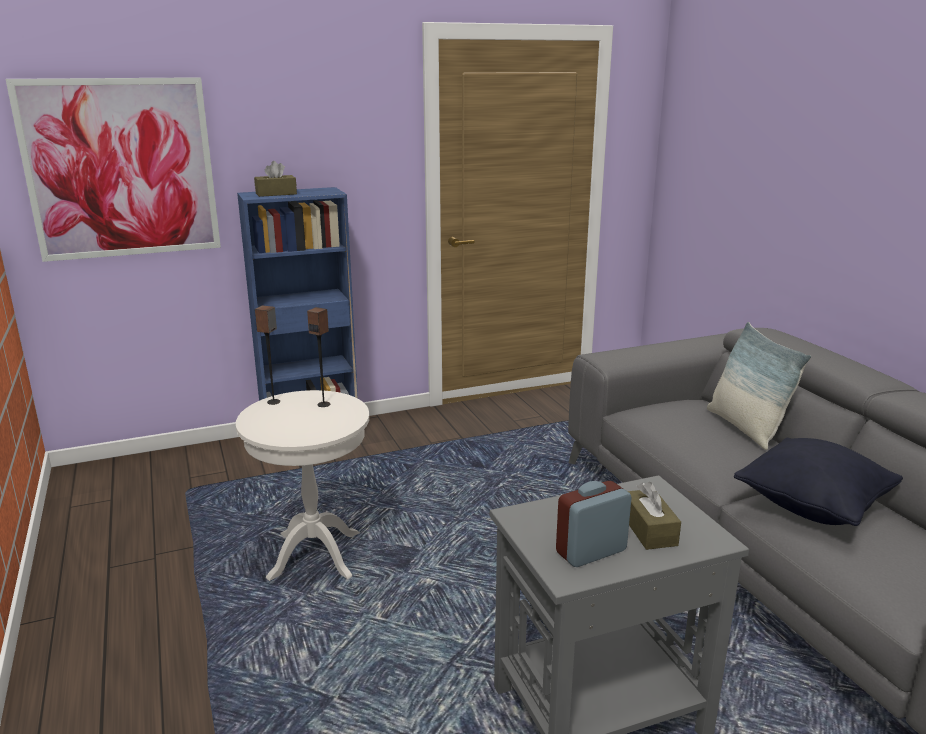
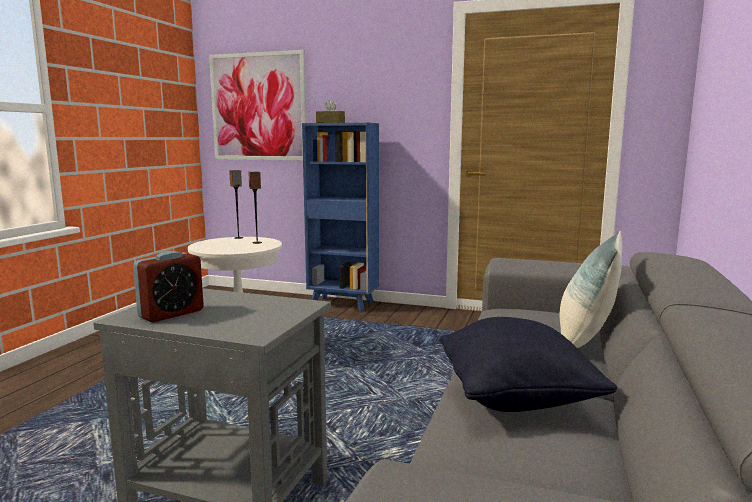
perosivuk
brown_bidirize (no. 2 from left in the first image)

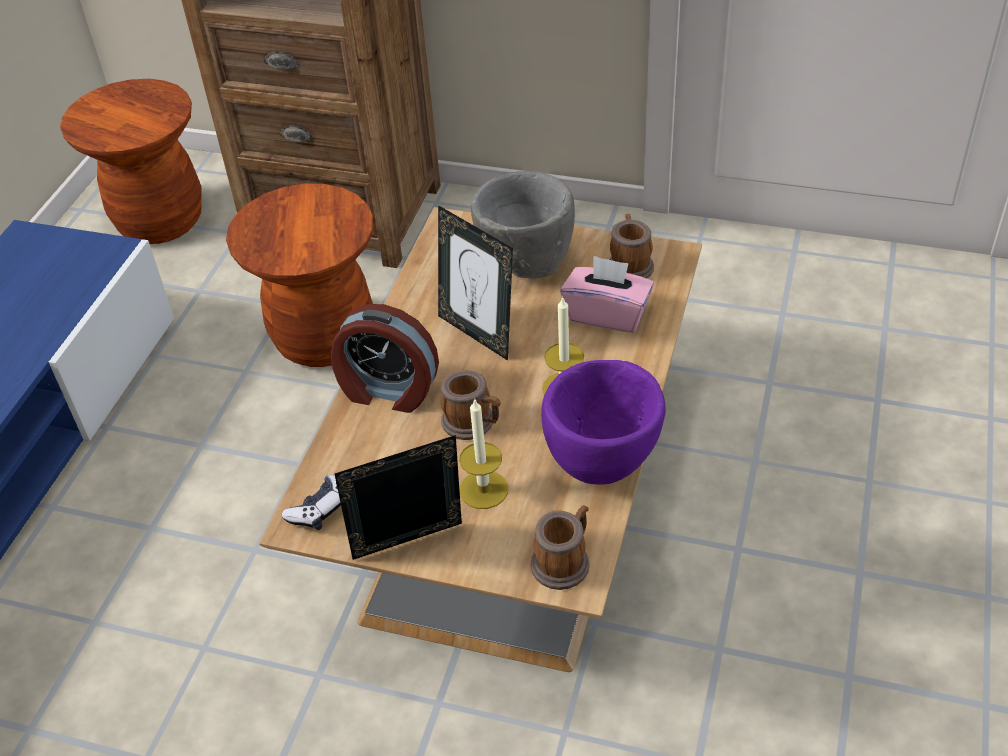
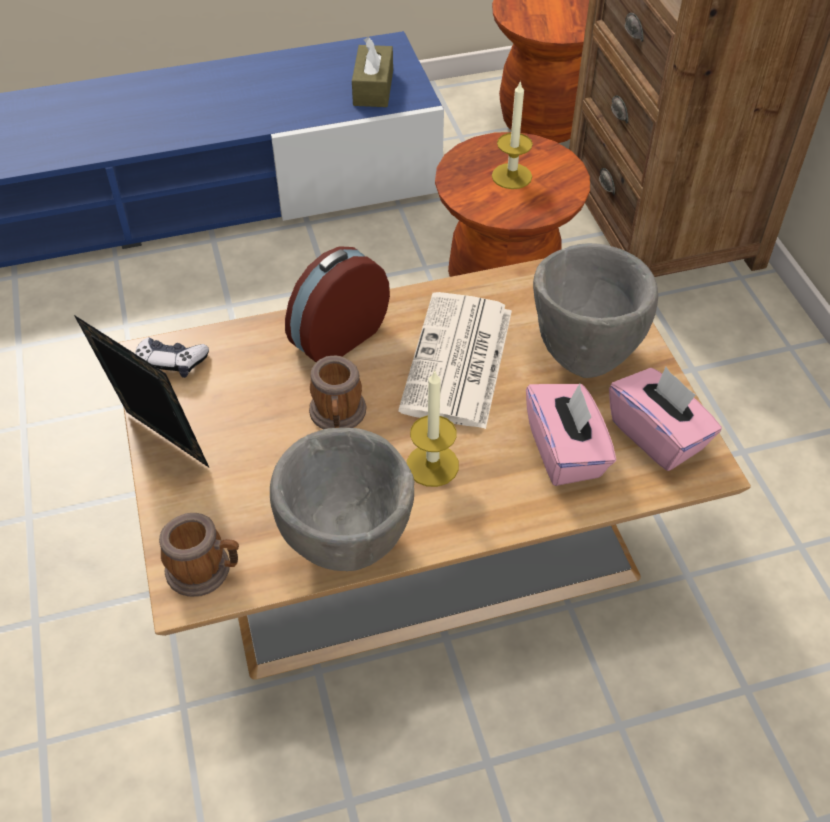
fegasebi
pink_bidirize (no. 2 from left)
perosivuk
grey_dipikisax (no. 1 from left)
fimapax (no. 2 from left)
brown_bidirize

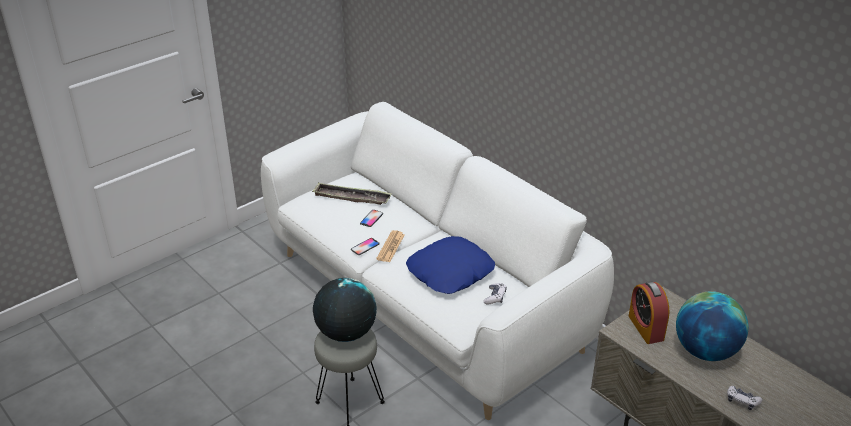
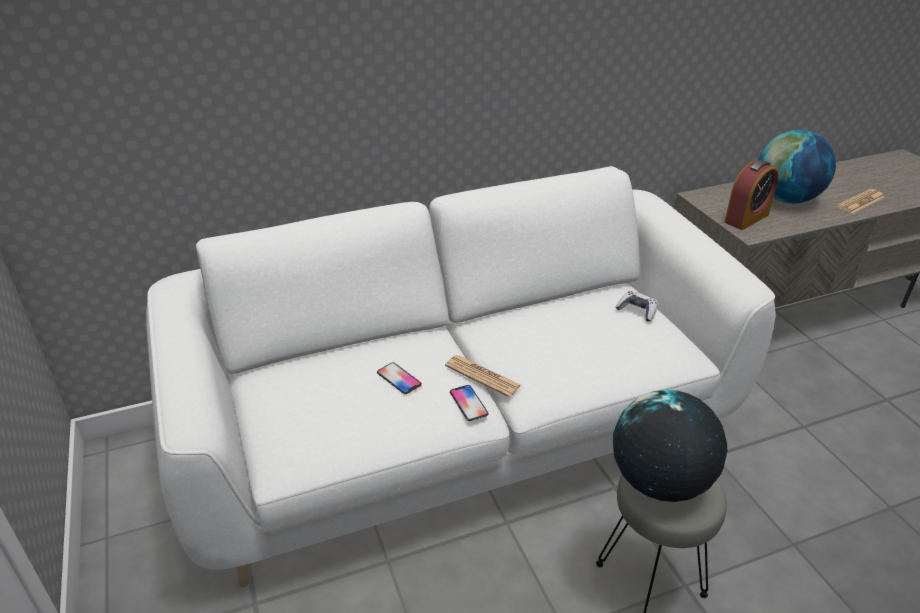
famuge
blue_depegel
perosivuk
fegasebi (no. 2 from left)

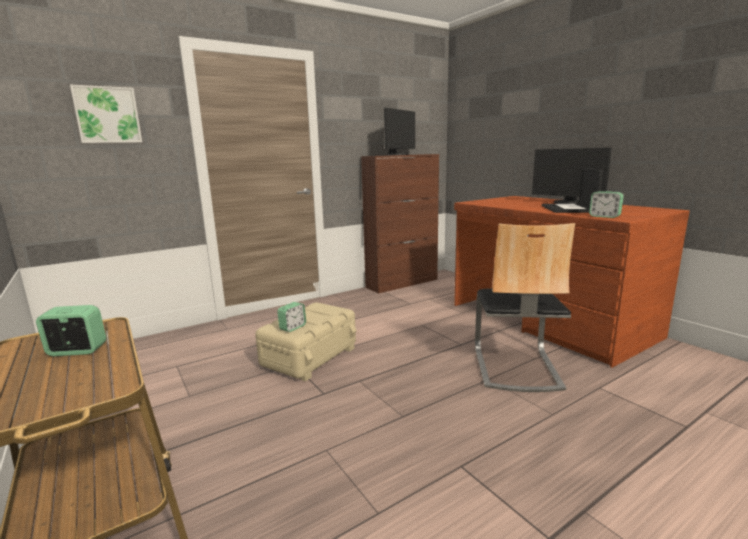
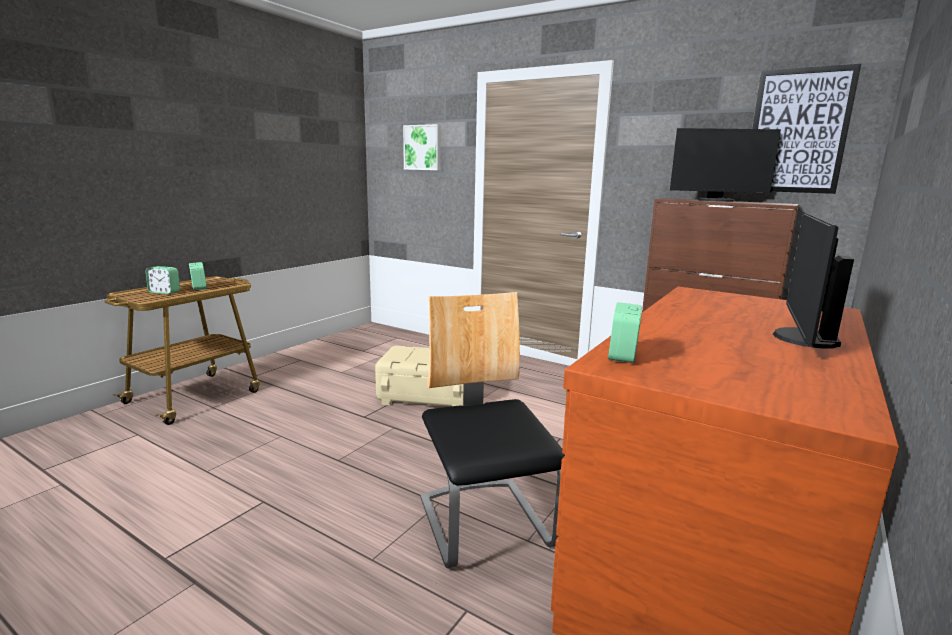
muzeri
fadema
perosivuk (no. 1 from left)
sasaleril (no. 2 from left)

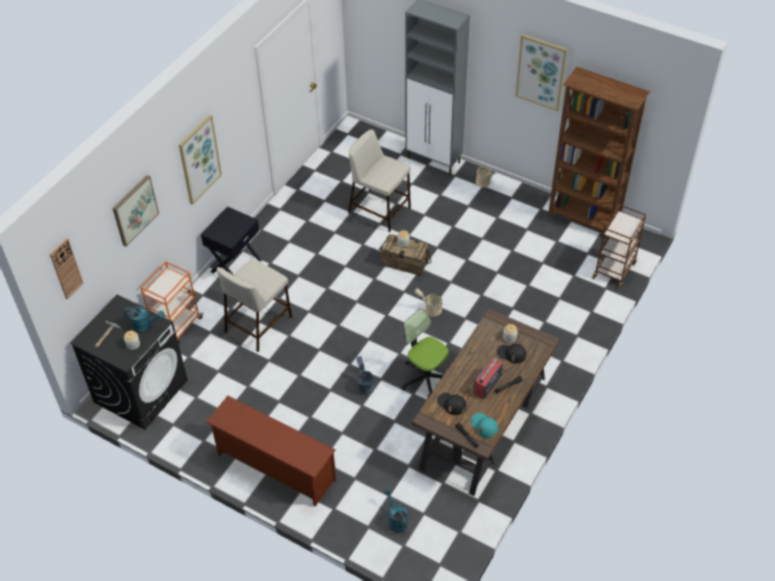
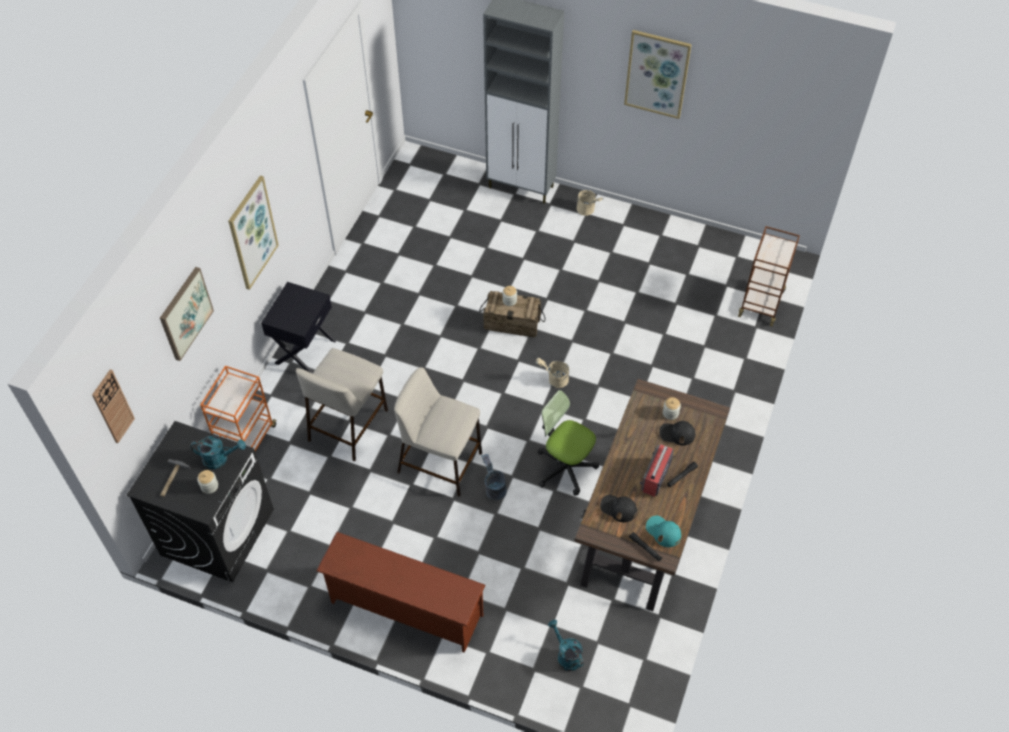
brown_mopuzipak
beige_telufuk (no. 2 from left)

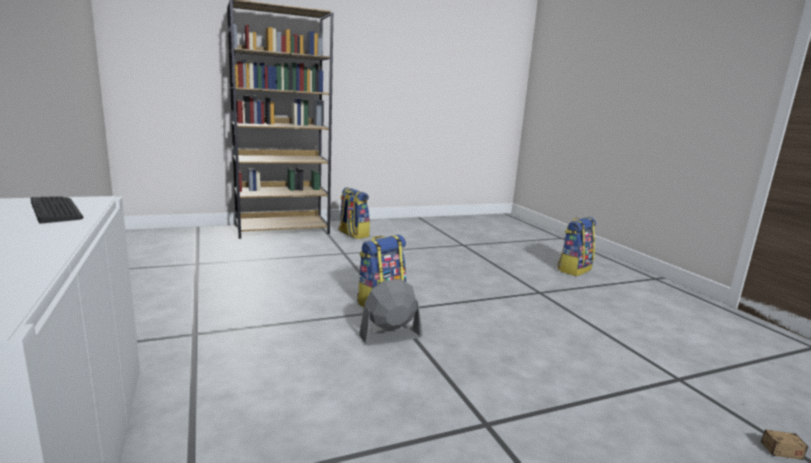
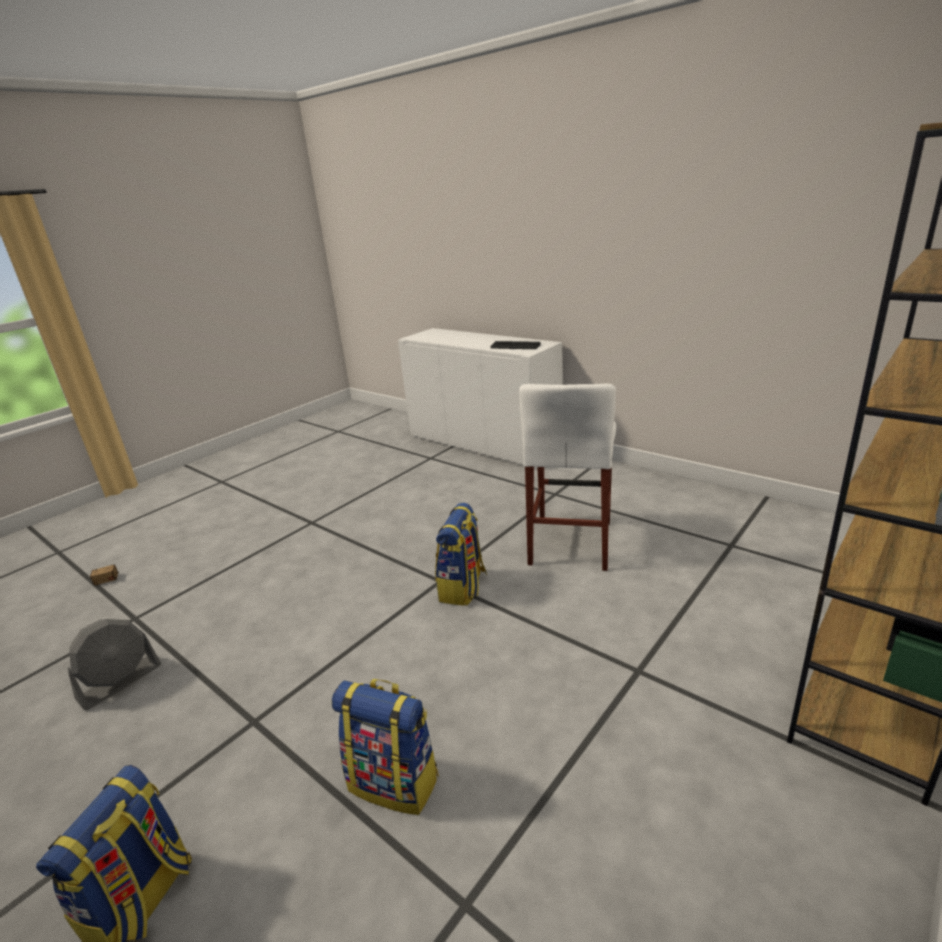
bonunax (no. 2 from left)
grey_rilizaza
white_telufuk

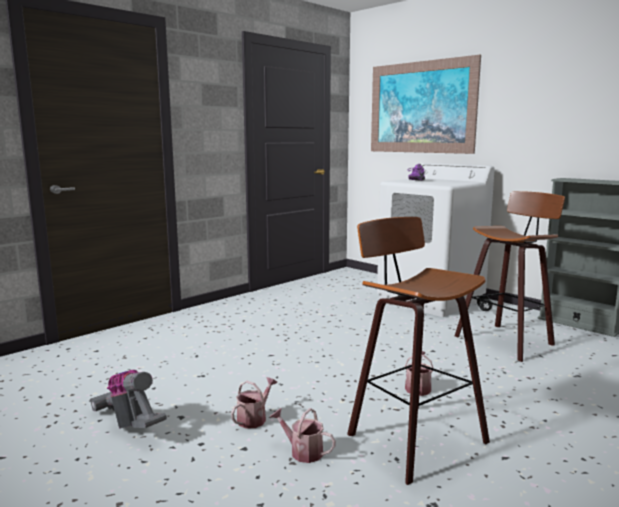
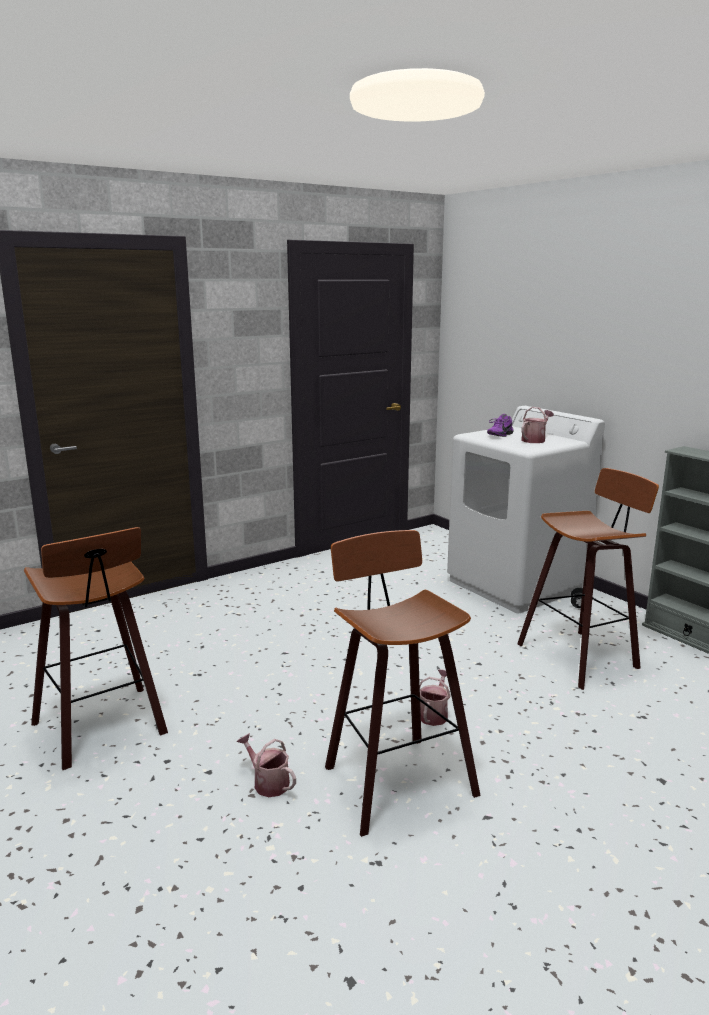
sasaleril
telufuk (no. 1 from left)
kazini (no. 3 from left)

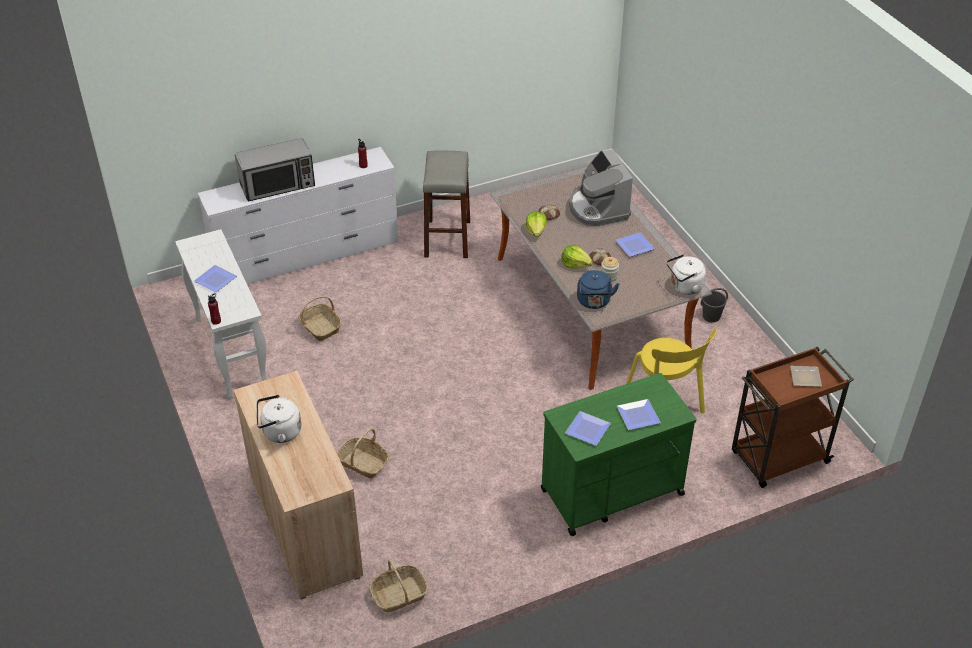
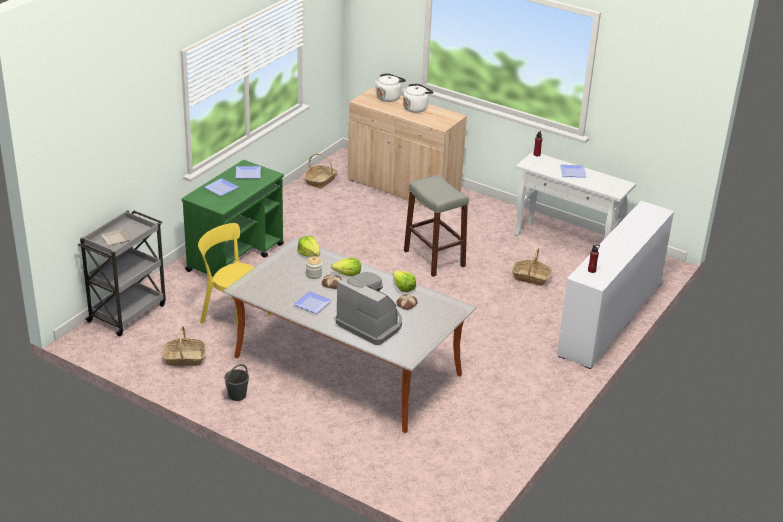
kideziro
grey_telufuk
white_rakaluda (no. 1 from left)
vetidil (no. 1 from left)
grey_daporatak
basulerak (no. 1 from left)

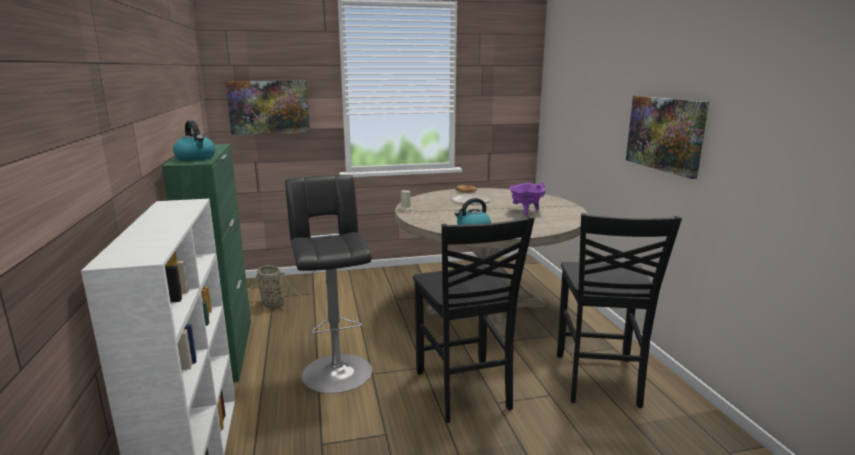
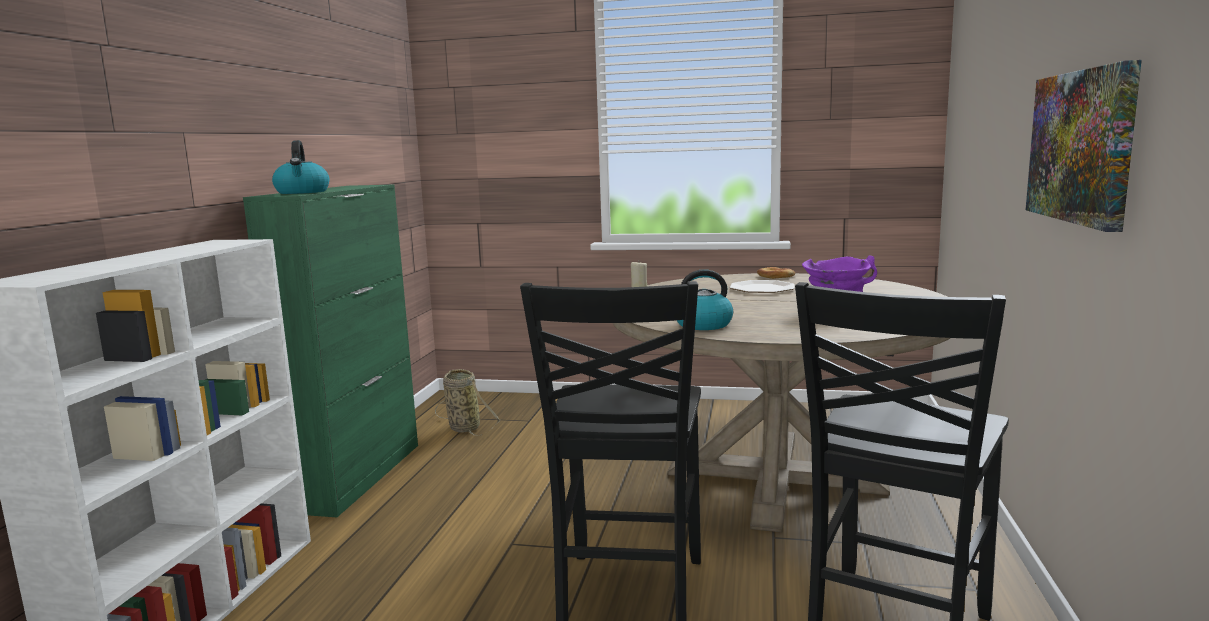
sasaleril (no. 1 from left in the first image)
black_telufuk

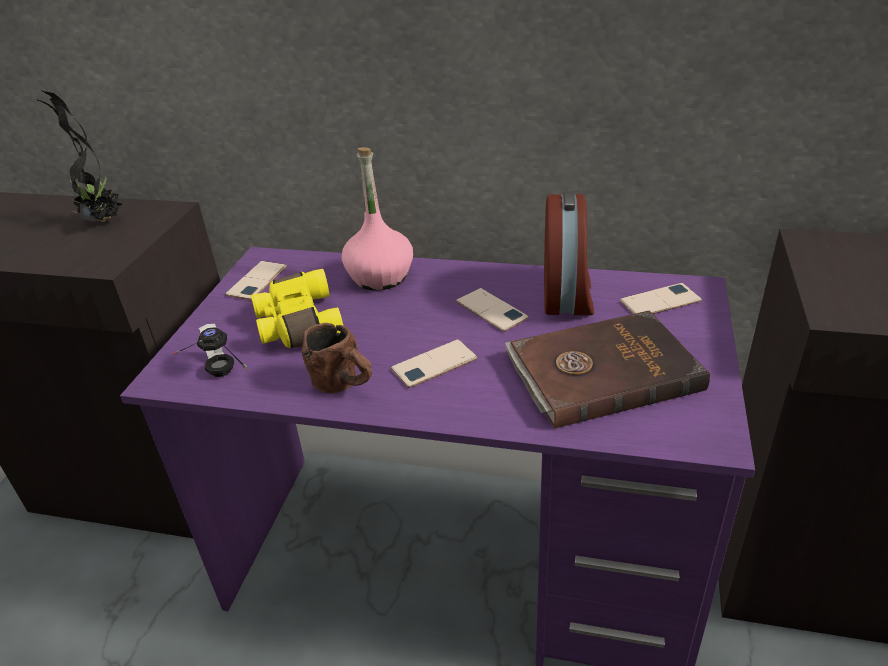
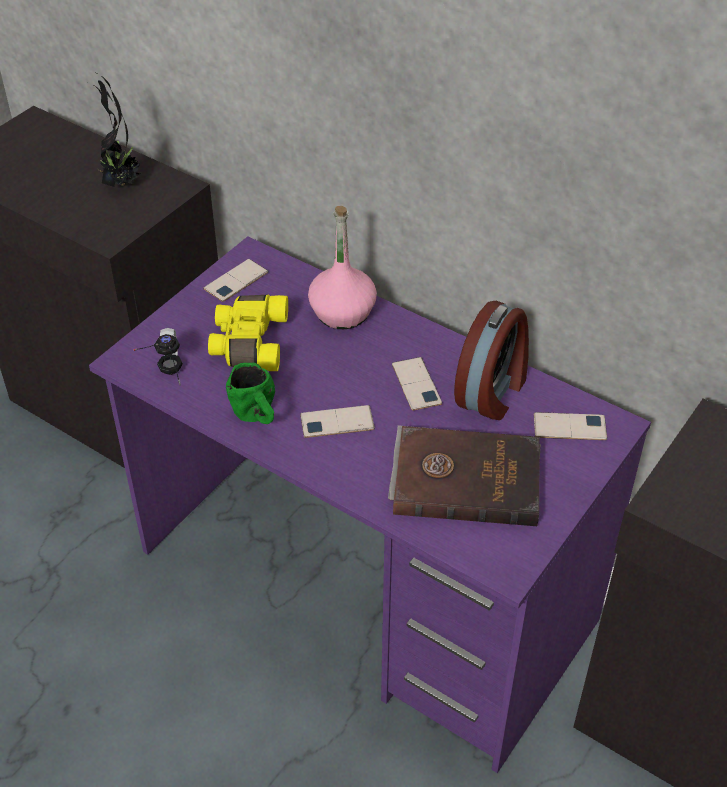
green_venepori

